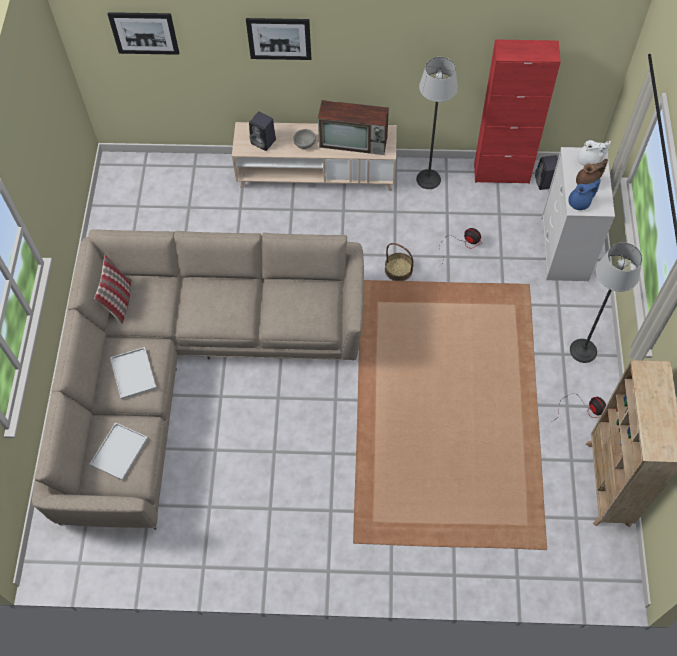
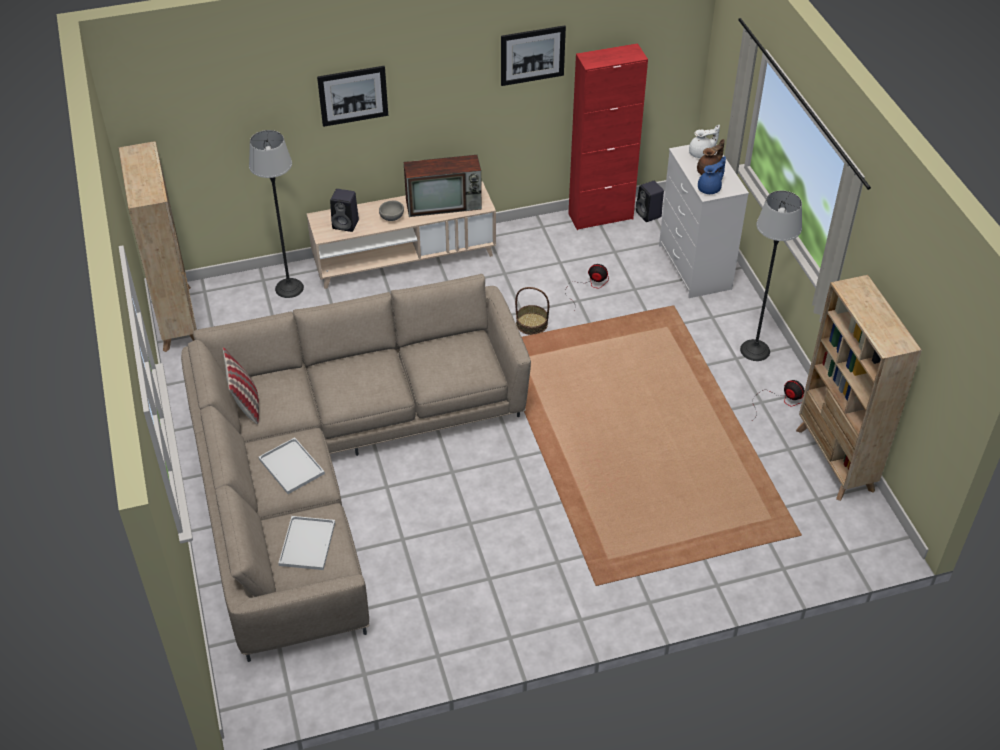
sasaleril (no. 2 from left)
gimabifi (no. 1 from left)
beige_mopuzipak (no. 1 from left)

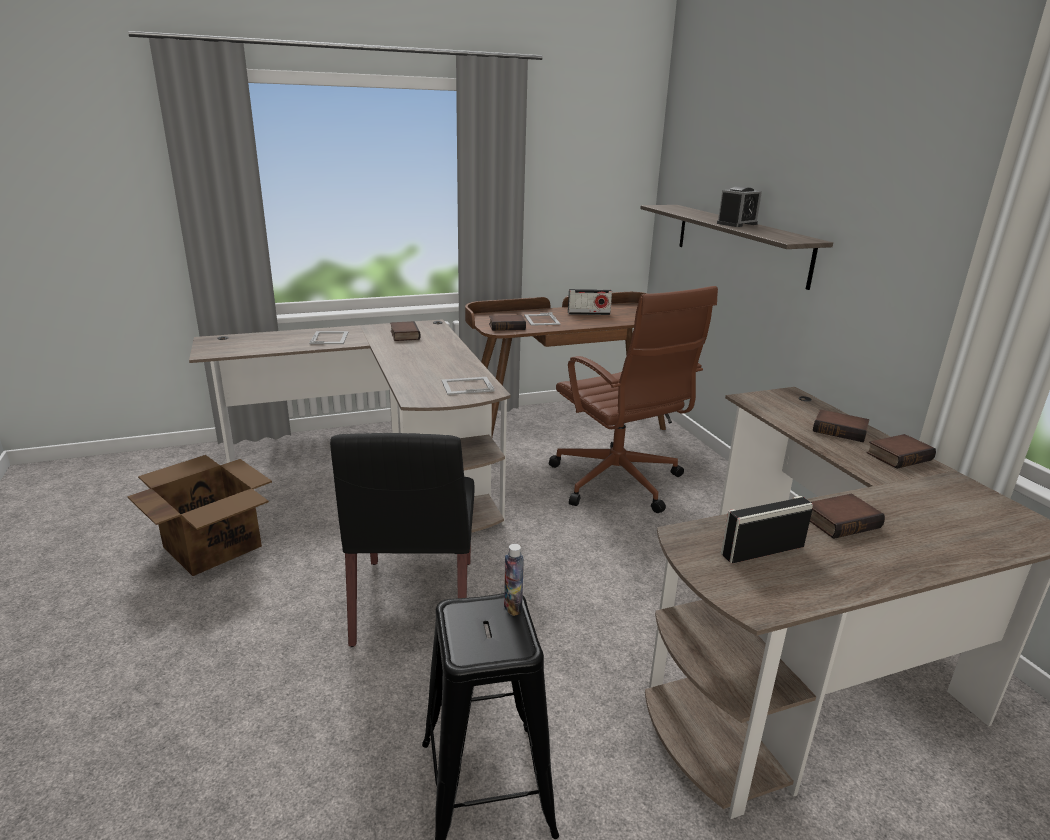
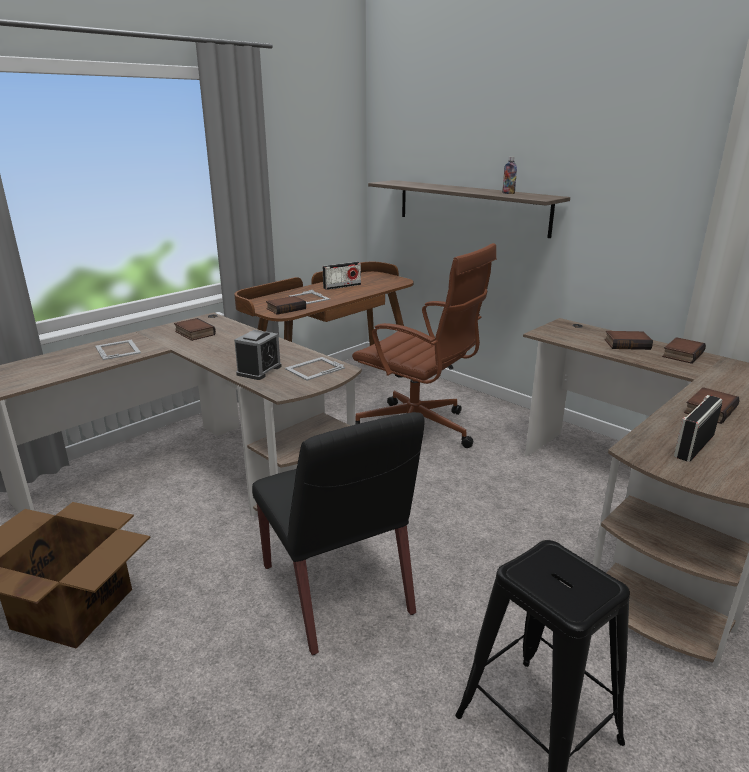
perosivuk
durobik

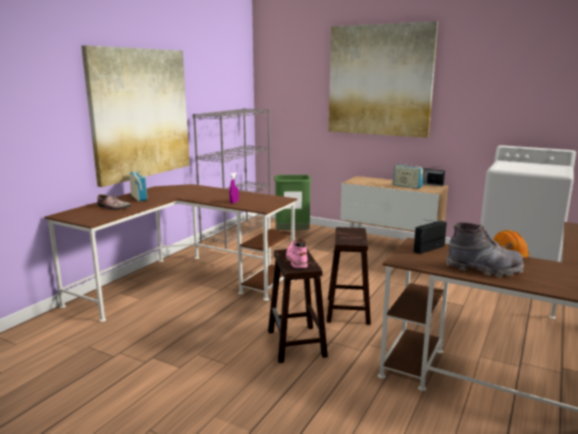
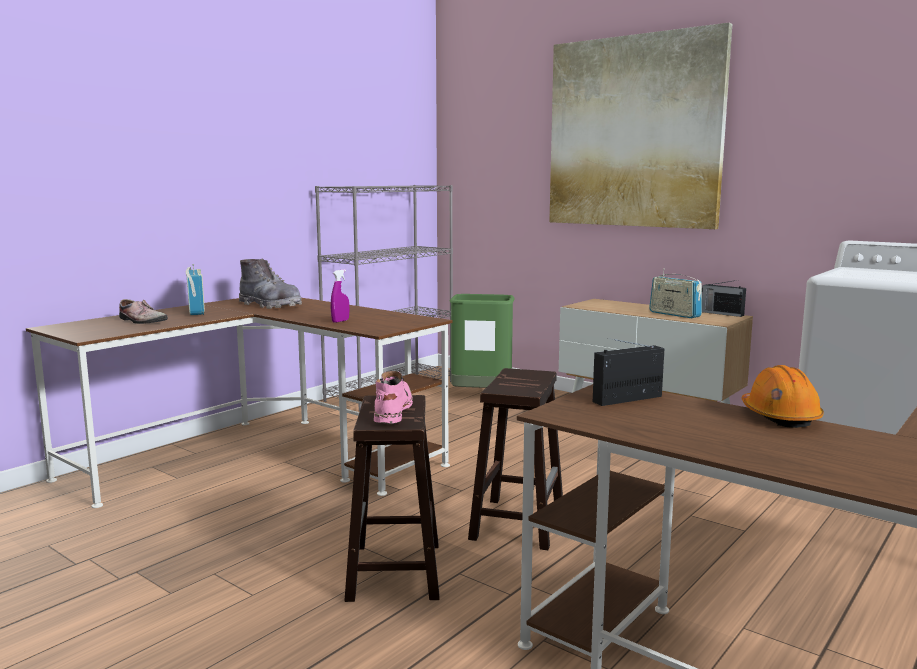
sasaleril (no. 1 from left in the first image)
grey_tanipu

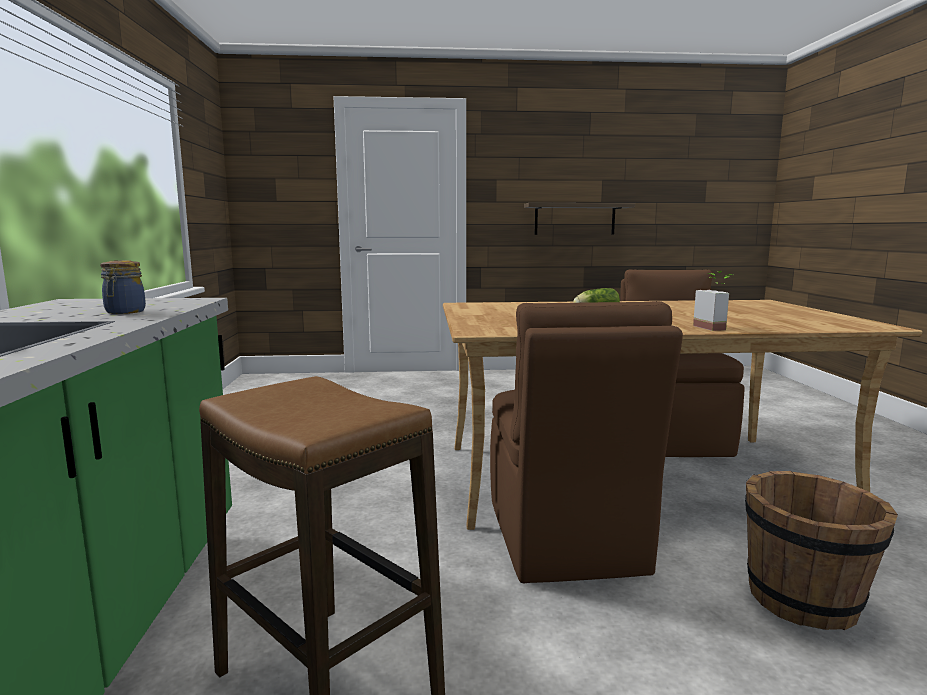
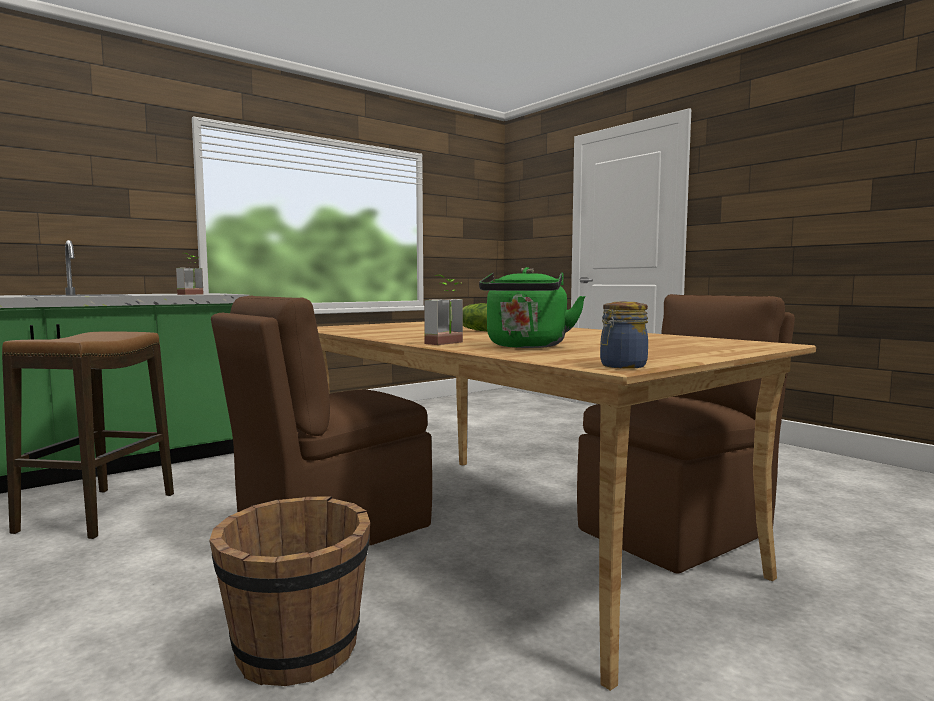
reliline
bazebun
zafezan (no. 1 from left)
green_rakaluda

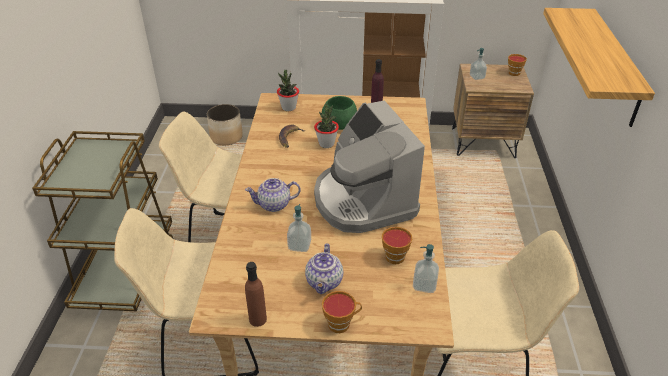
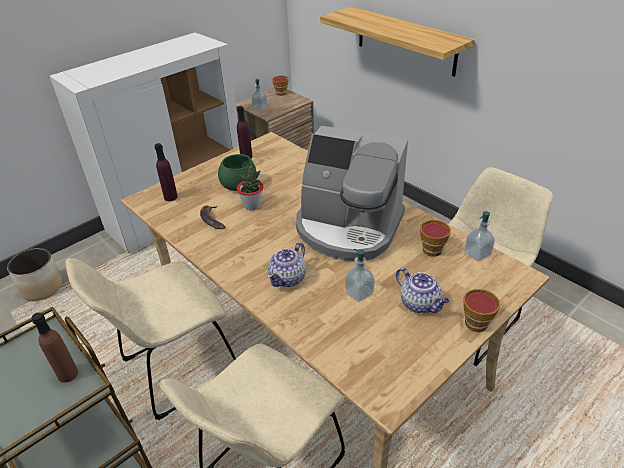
purple_durobik (no. 1 from left)
brown_durobik

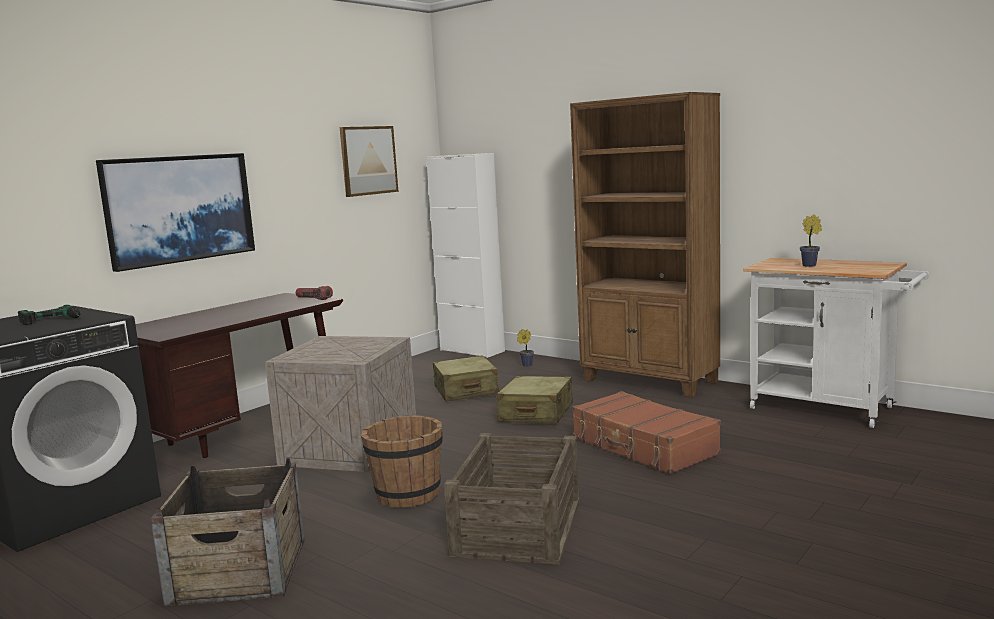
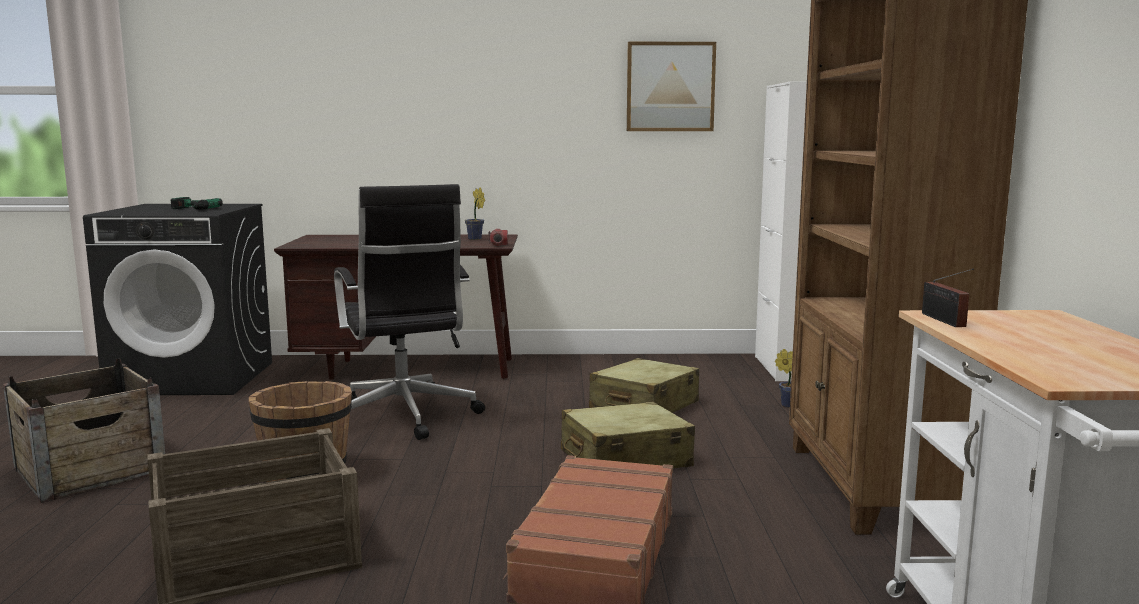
sasaleril (no. 1 from left in the first image)
zafezan (no. 1 from left)
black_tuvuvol
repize

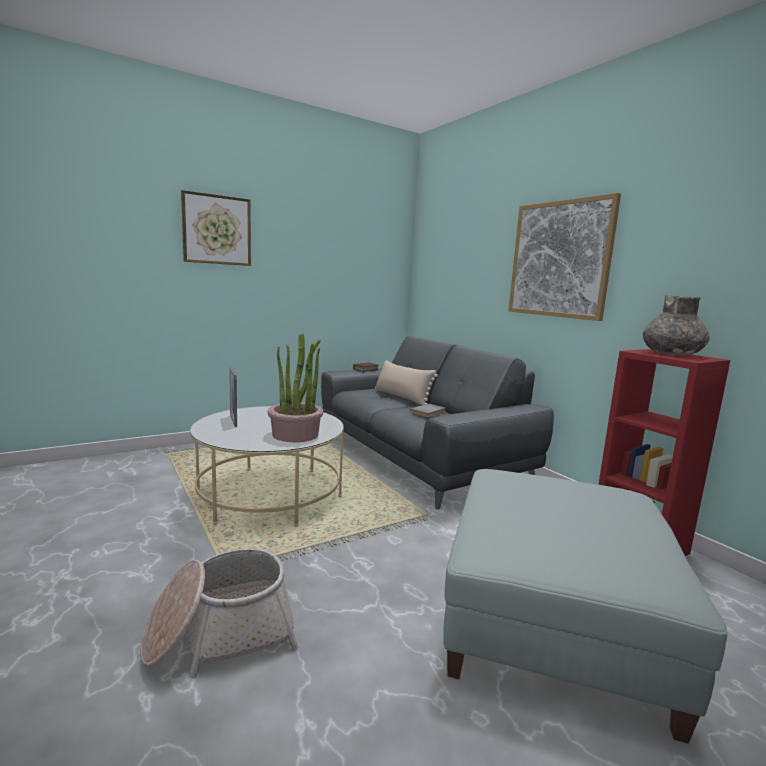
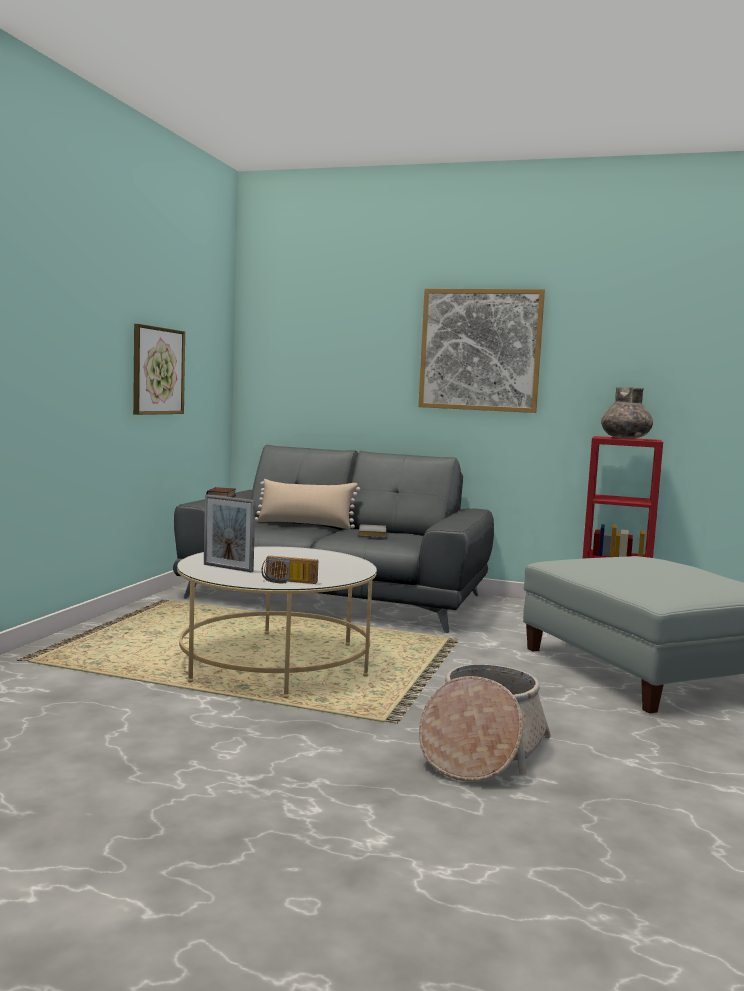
sasaleril (no. 1 from left)
zafezan
repize

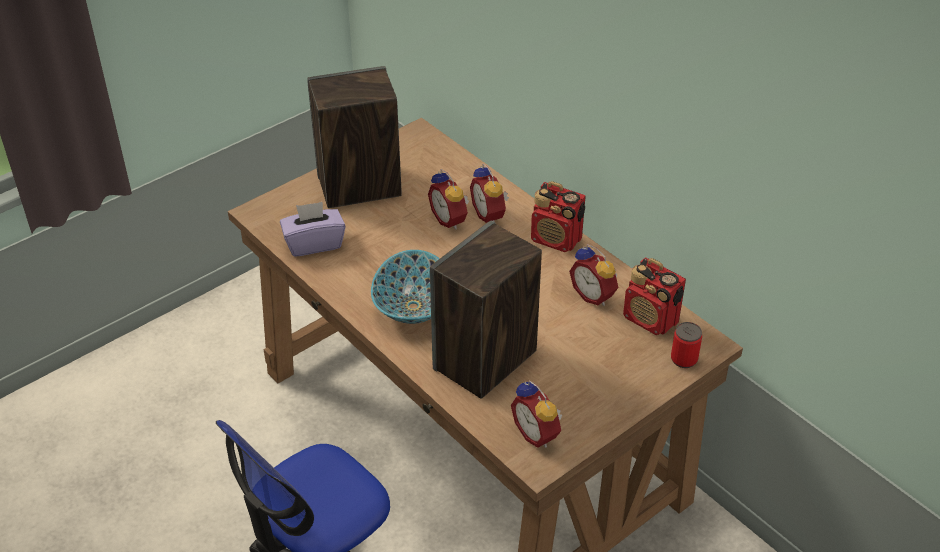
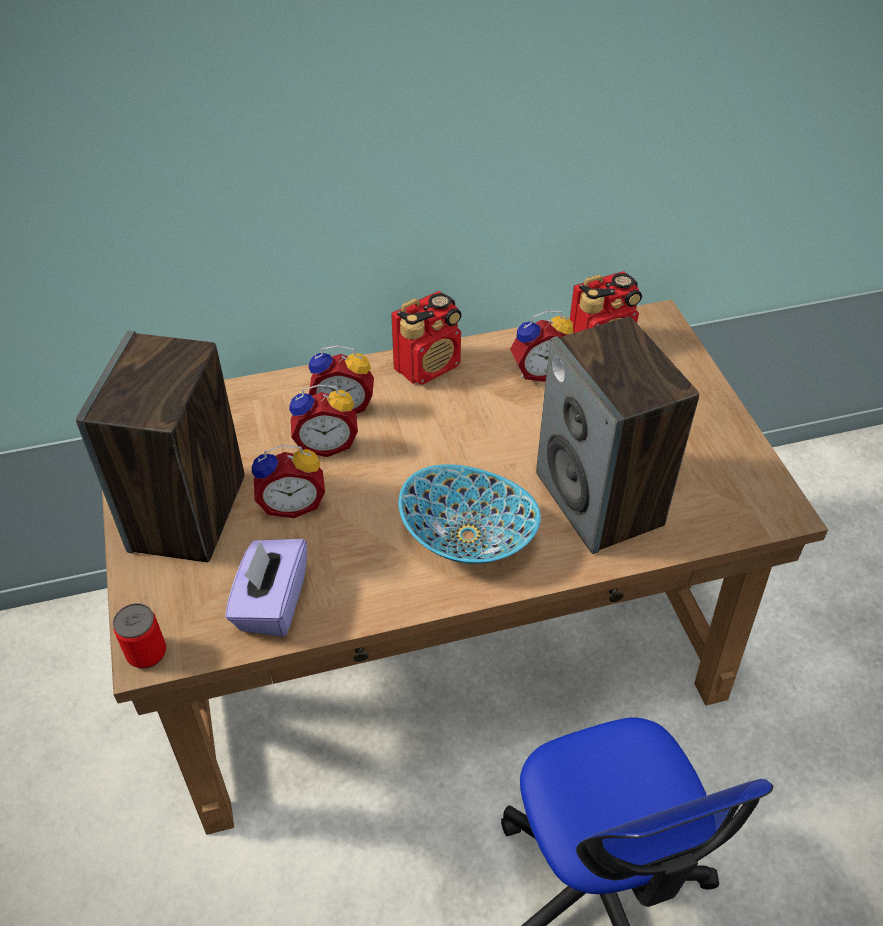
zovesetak
perosivuk (no. 1 from left)

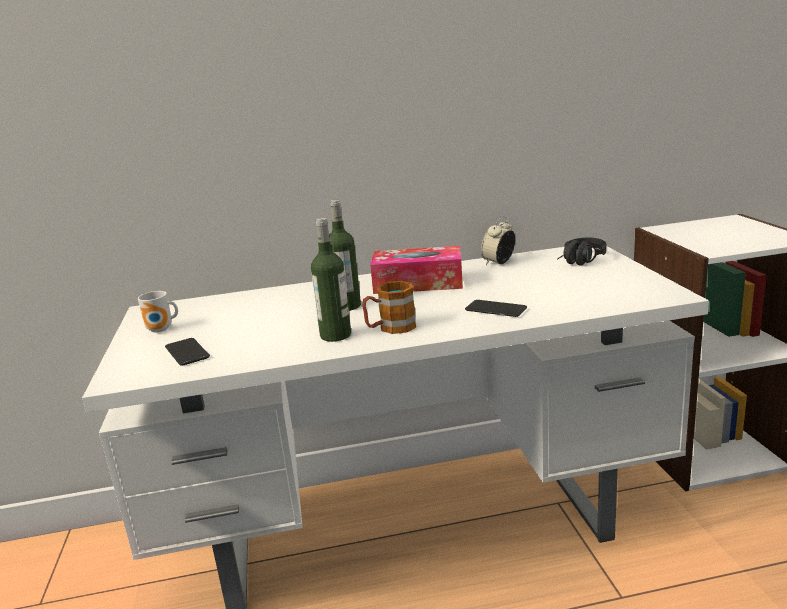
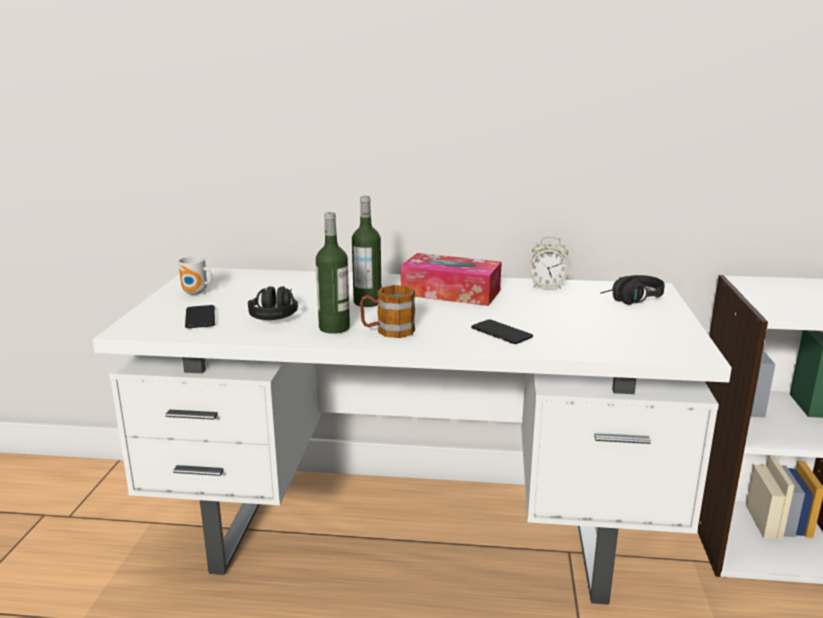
perosivuk
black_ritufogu (no. 1 from left)

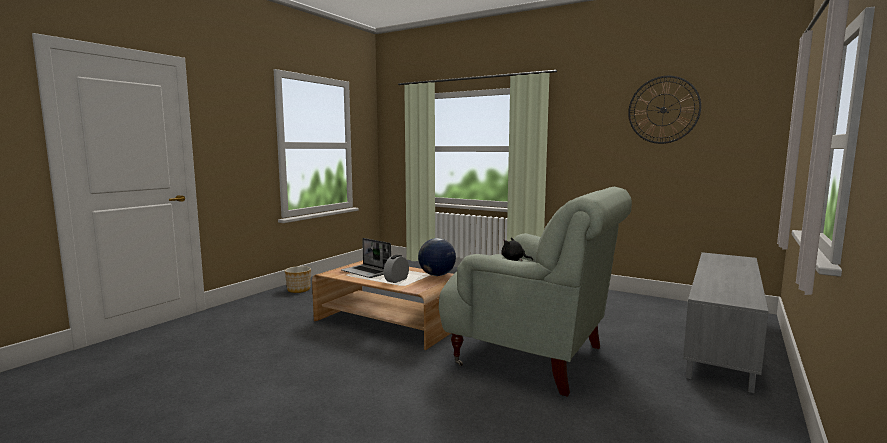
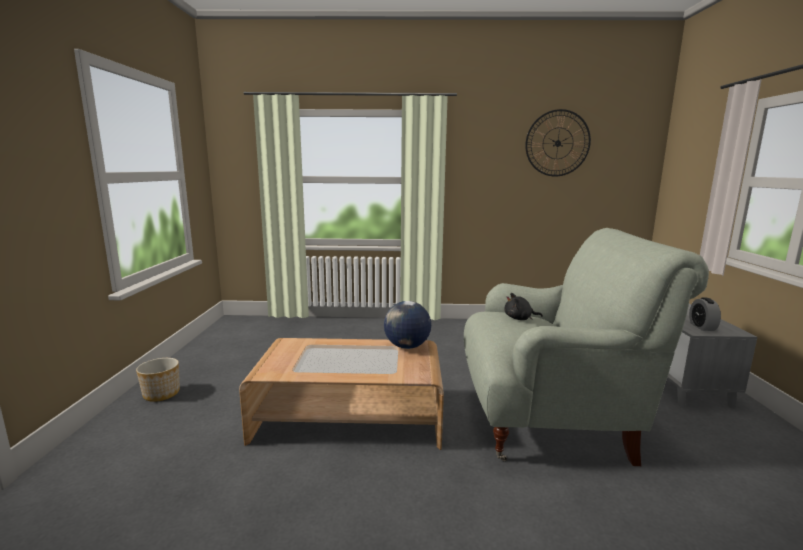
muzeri
perosivuk

